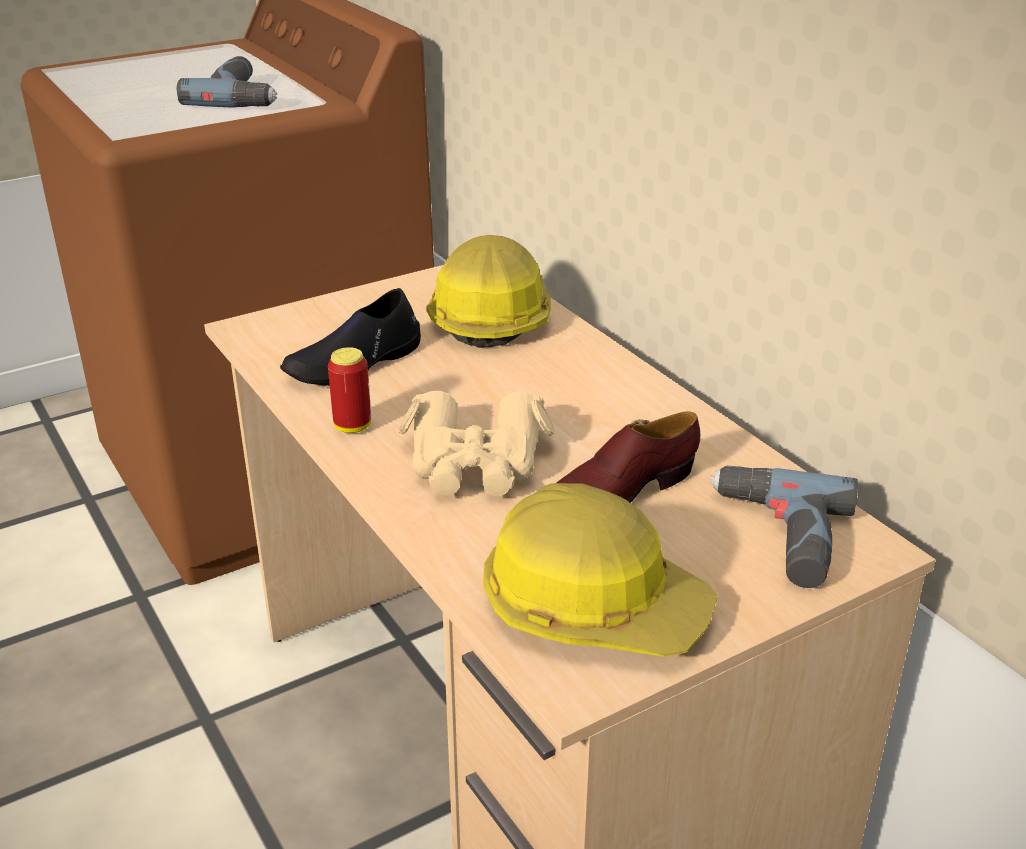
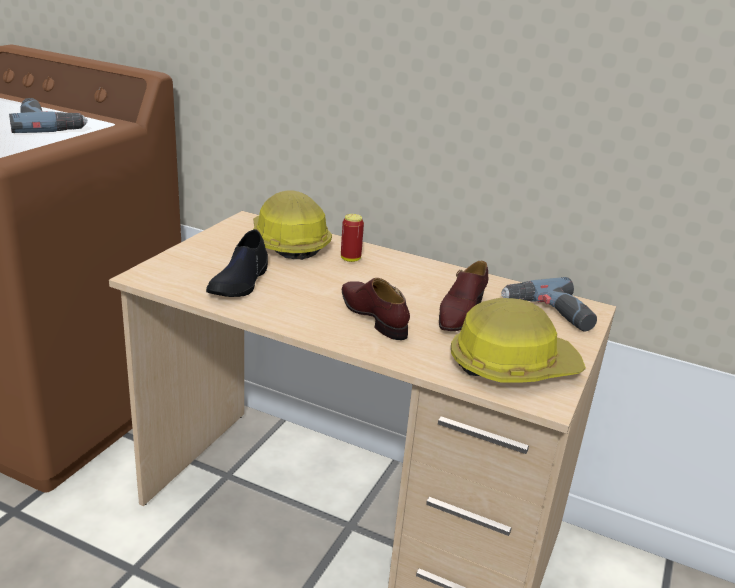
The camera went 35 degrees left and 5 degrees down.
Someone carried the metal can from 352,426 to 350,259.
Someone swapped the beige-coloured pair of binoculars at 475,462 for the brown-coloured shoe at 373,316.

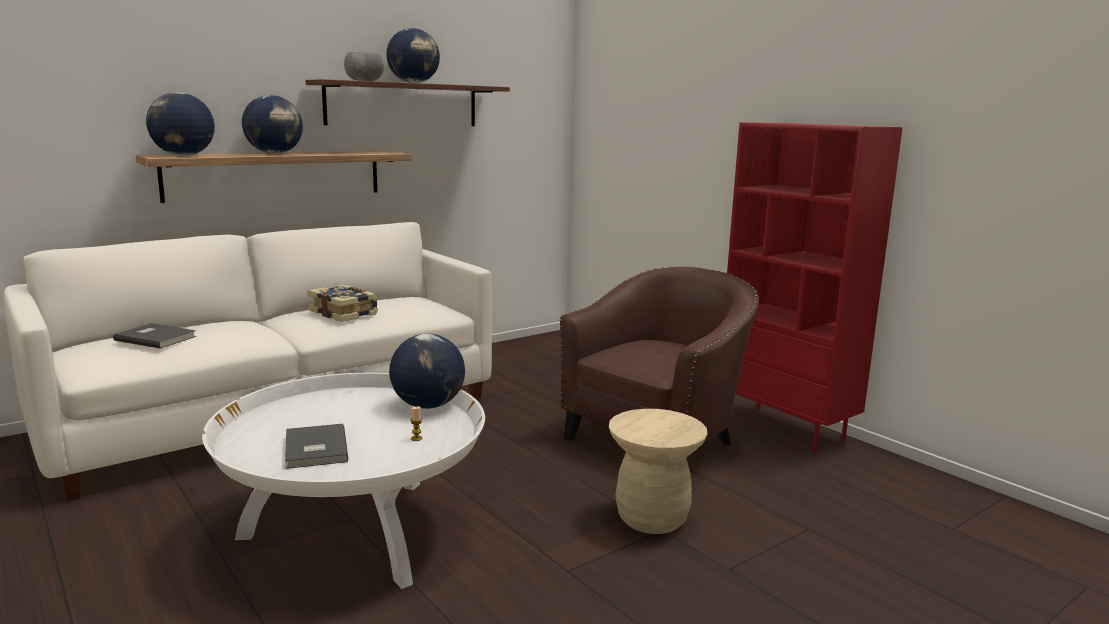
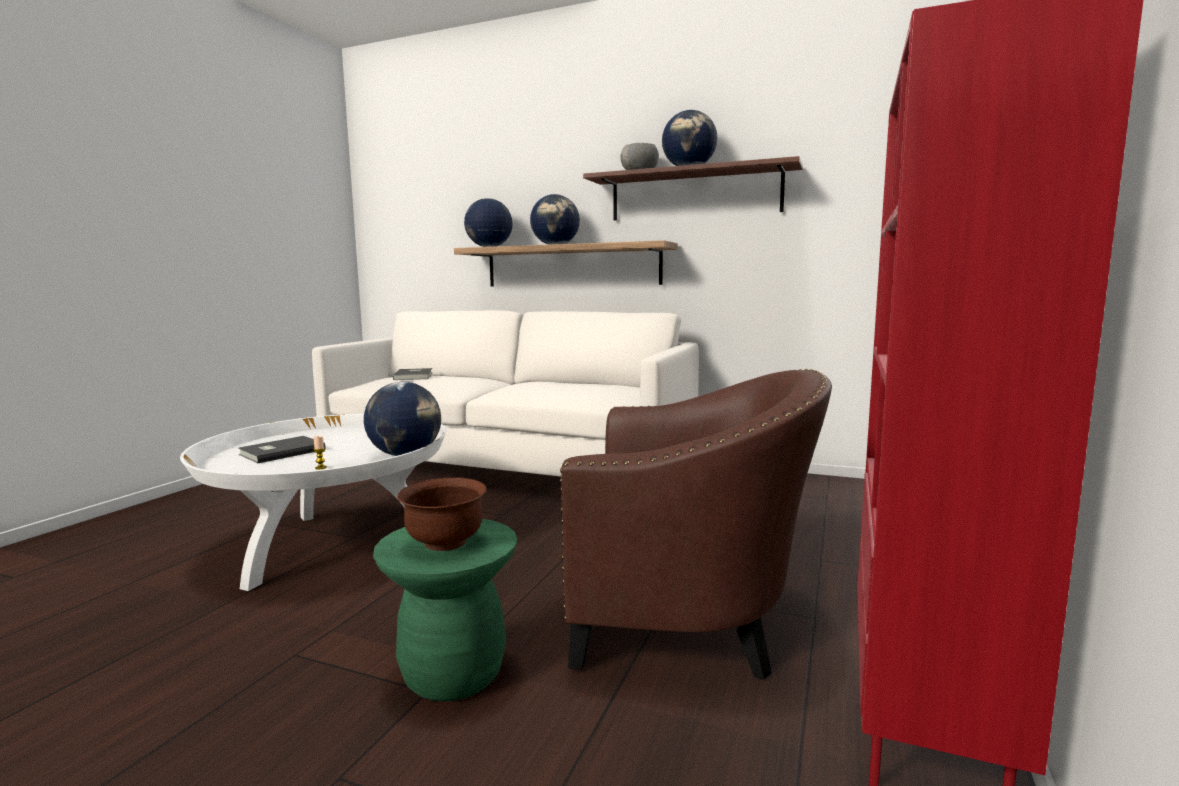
The camera went 60 degrees right and 5 degrees down.
Someone took away the bound book at 344,313.
Someone repainted the beige-coloured stool seat at 651,518, which became the green-coloured stool seat at 453,674.
Someone put down the brown-coloured bowl at 445,543.

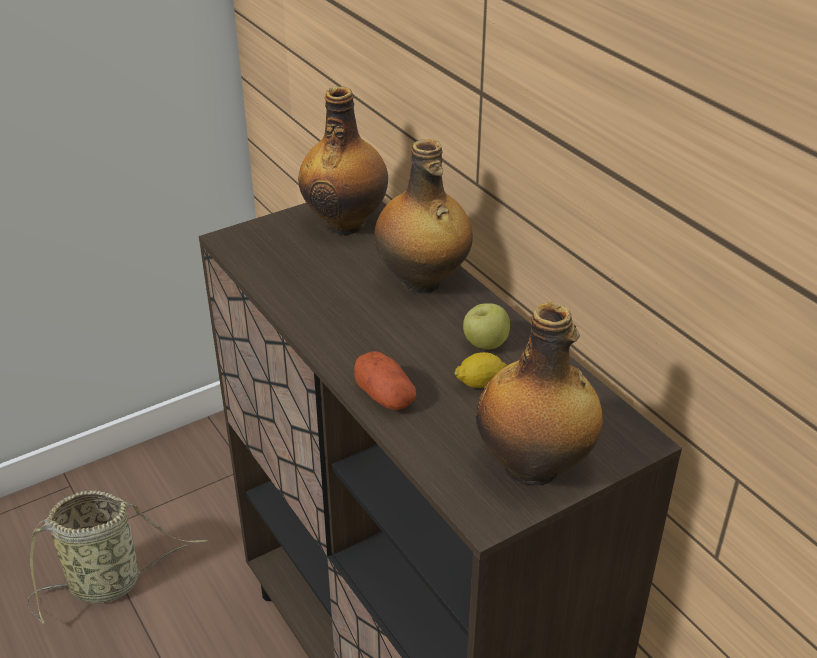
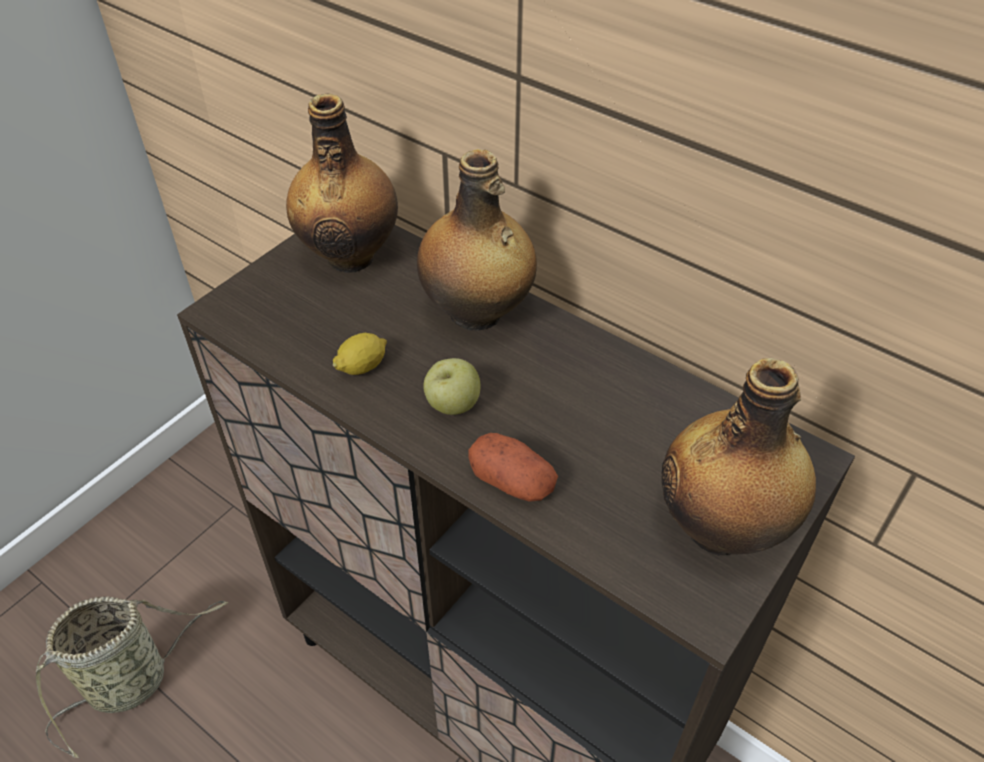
The camera went 20 degrees left and 10 degrees up.
Someone carried the apple from 485,344 to 453,405.
Someone carried the lemon from 480,383 to 363,366.

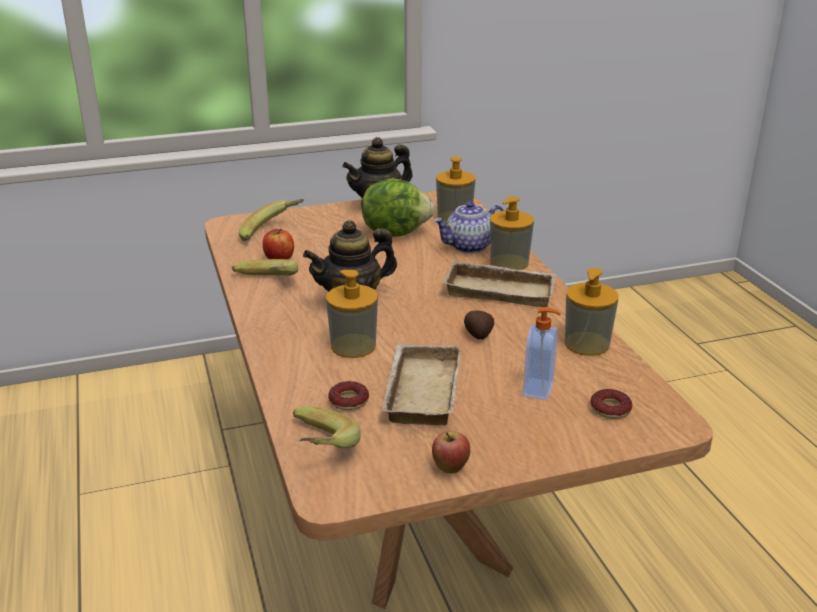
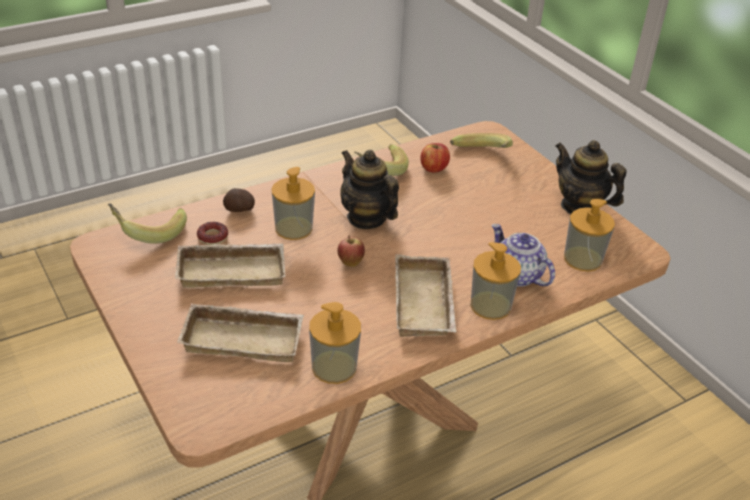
The camera went 75 degrees right and 10 degrees up.
Someone took away the lettuce head at 395,232.
Someone swapped the soap dispenser at 539,390 for the beige-coloured serving tray at 245,337.
Someone carried the potato from 478,335 to 239,210.
Someone took away the doughnut at 610,409.
Someone carried the apple from 450,469 to 350,263.

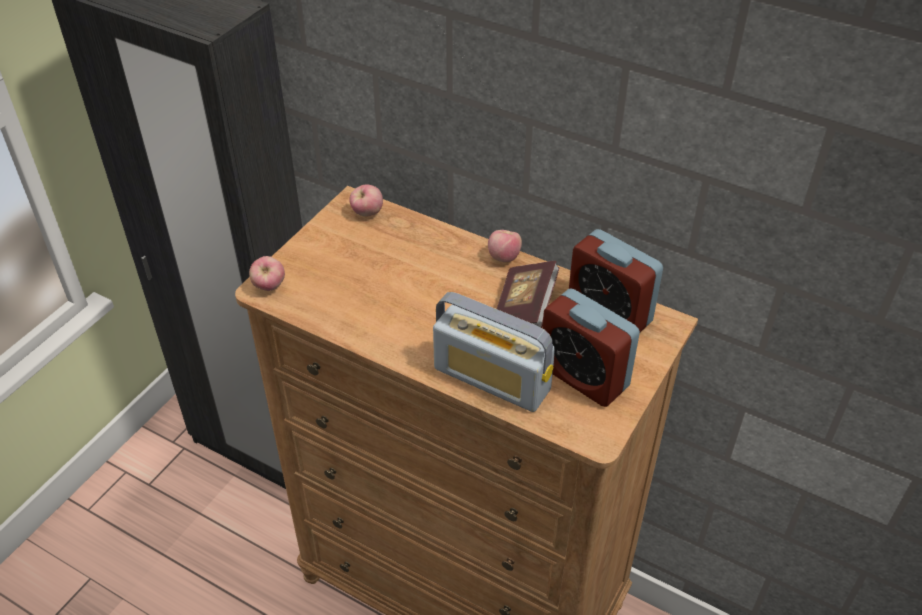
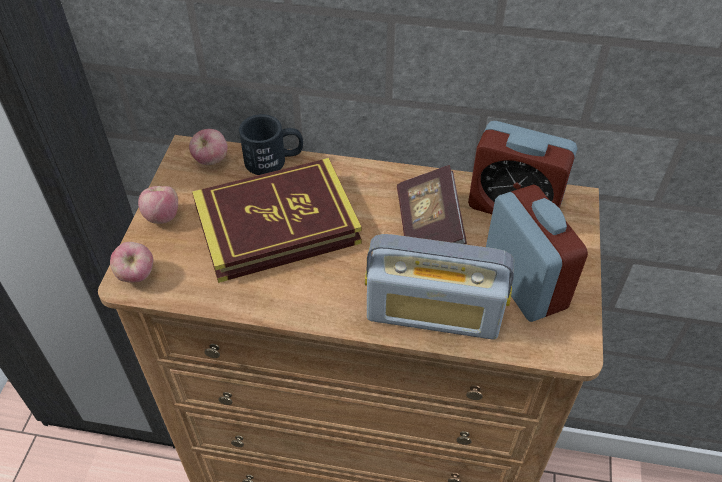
The camera went 20 degrees left and 5 degrees up.
Someone carried the apple from 504,257 to 162,216.
Someone rotated the bedside clock at 583,376 by 135 degrees counterclockwise.
Someone put down the black coffee mug at 274,160.
Someone put down the bound book at 277,225.

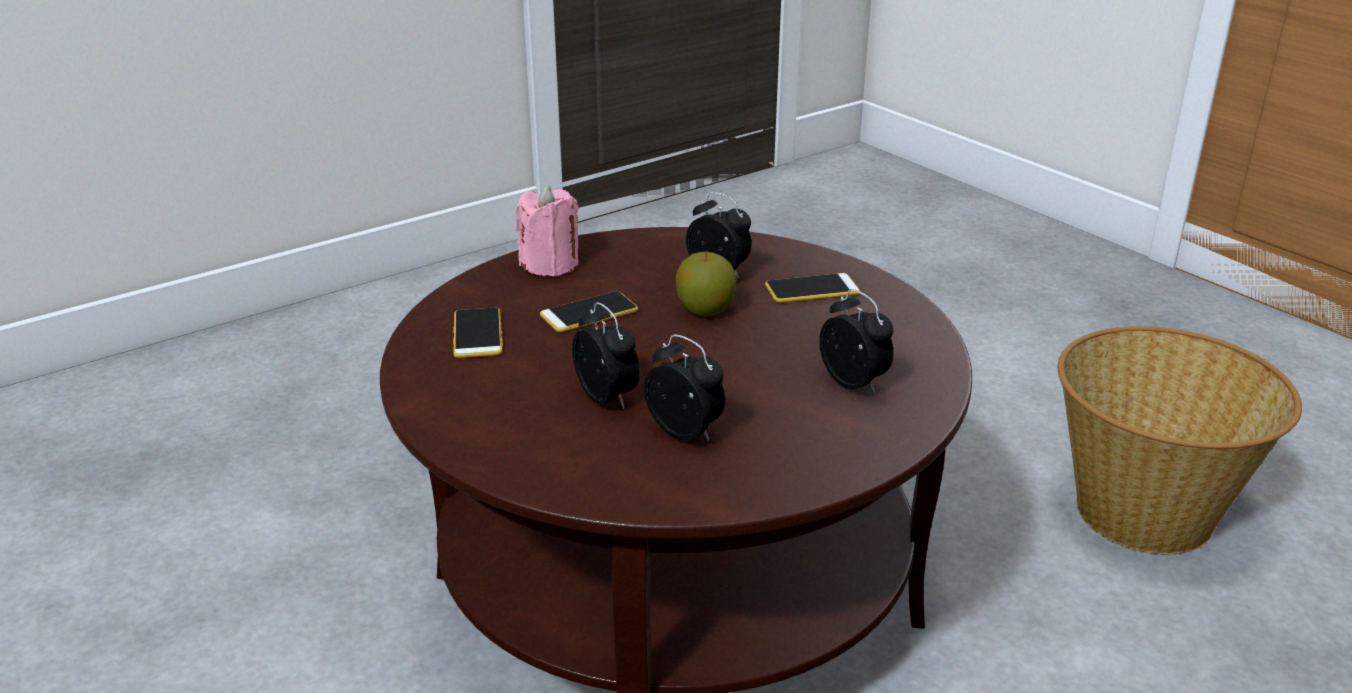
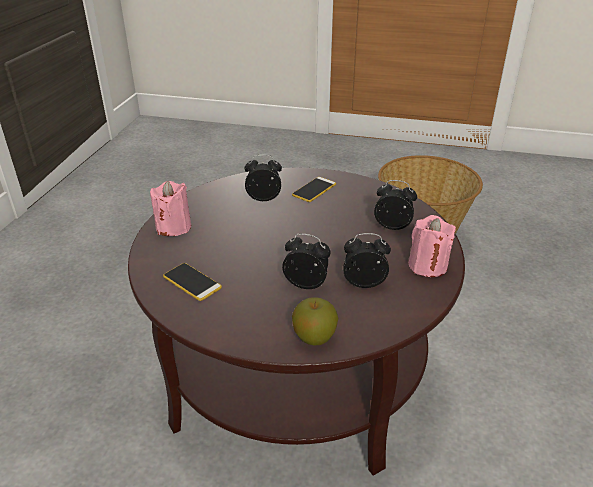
The camera went 40 degrees left and 5 degrees up.
Someone carried the apple from 705,310 to 314,337.
Someone took away the phone at 589,313.
Someone put down the pinkish wax candle at 428,266.

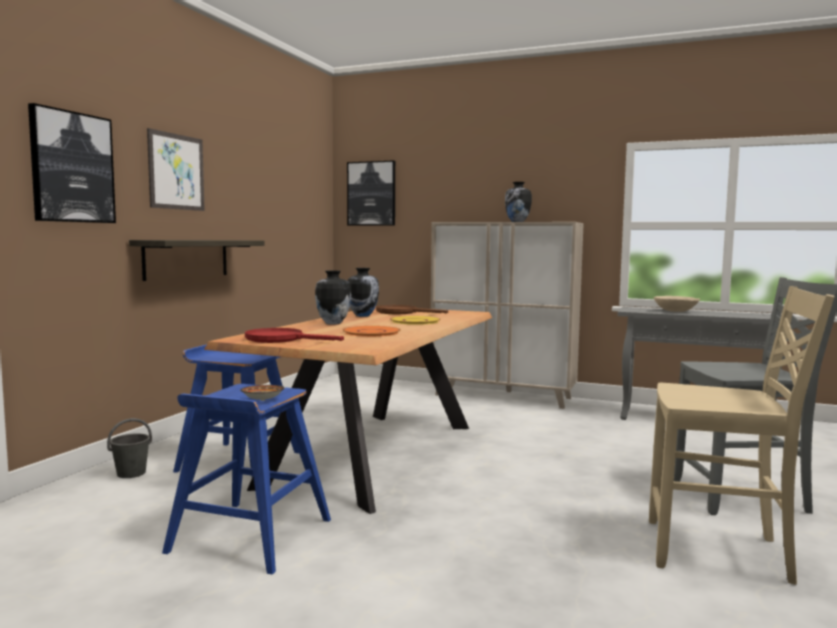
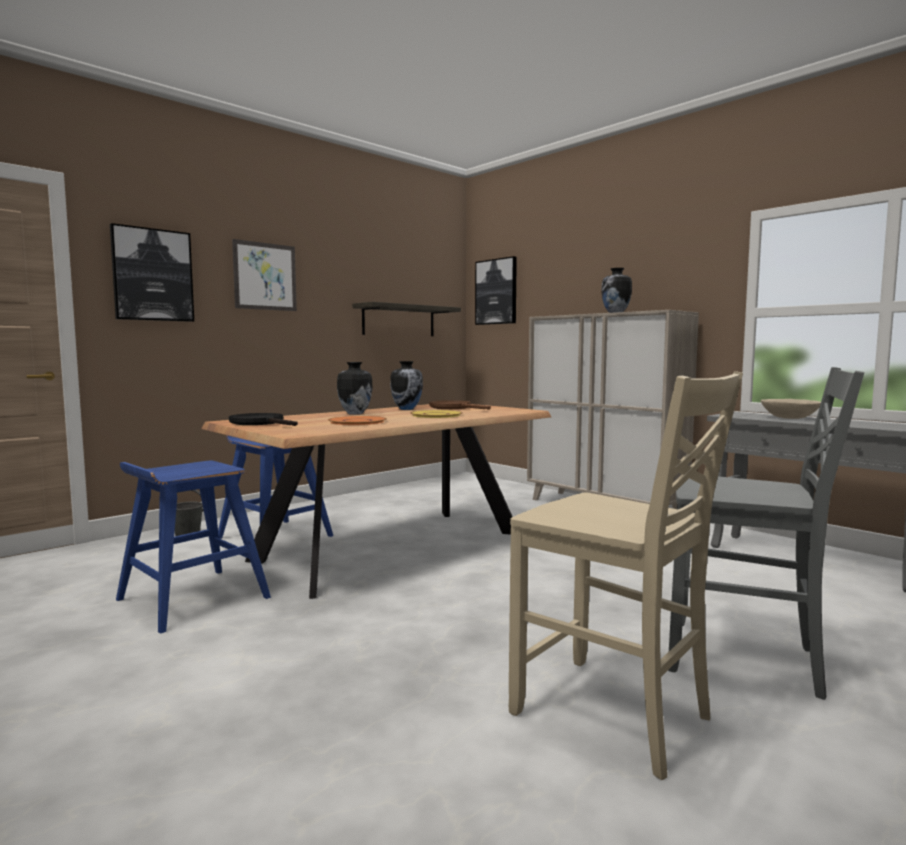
The camera went 25 degrees right and 0 degrees up.
Someone carried the wall shelf from 186,258 to 399,321.
Someone repainted the red pan at 282,339, which became the black pan at 261,423.
Someone took away the bowl at 263,400.

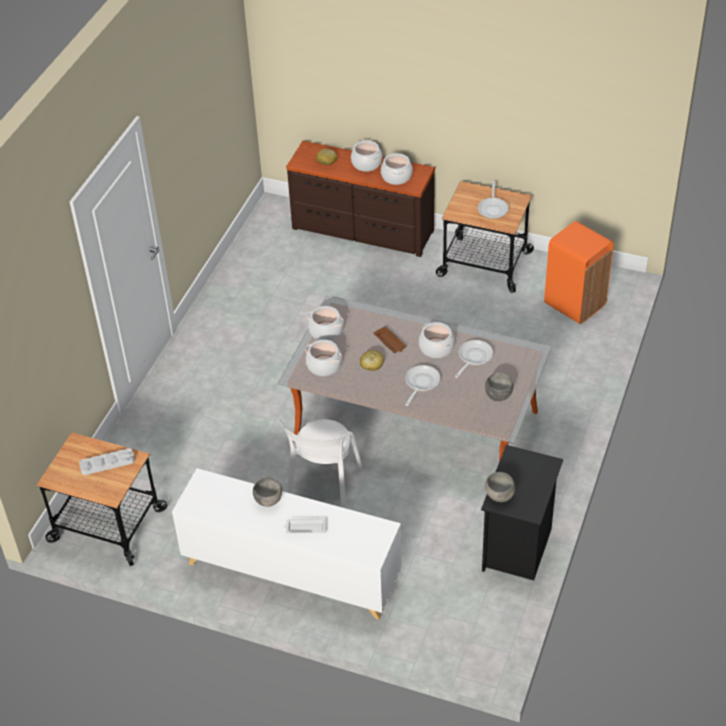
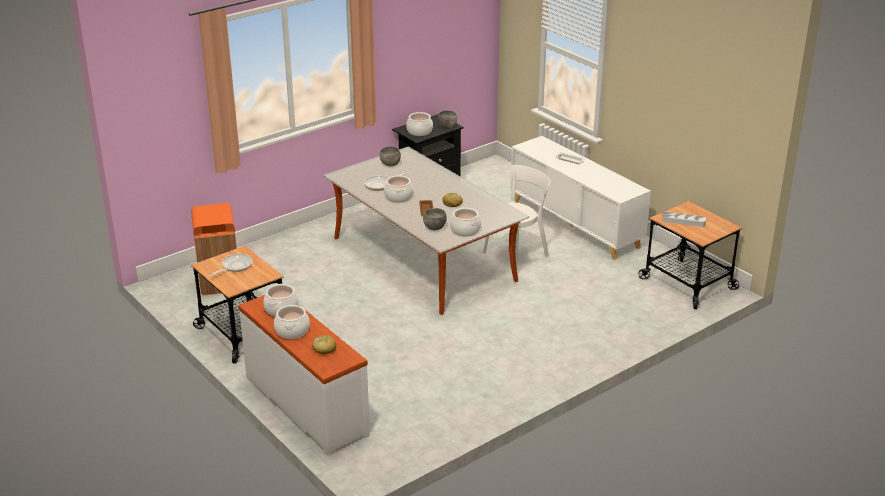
The camera went 150 degrees left and 15 degrees down.
Someone repainted the brown-coloured chest of drawers at 362,230, which became the whitish chest of drawers at 307,405.
Someone carried the saucepot from 324,365 to 419,131.
Someone took away the pan at 421,383.
Someone carried the grey bowl from 269,500 to 434,228.

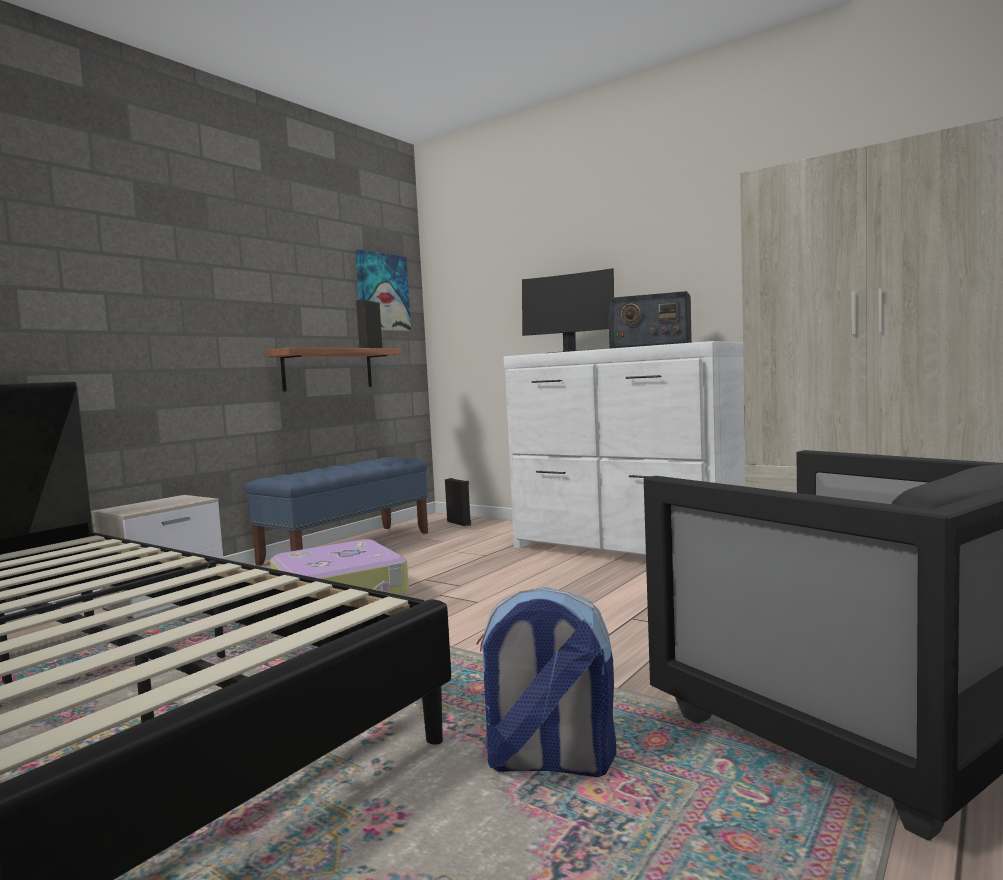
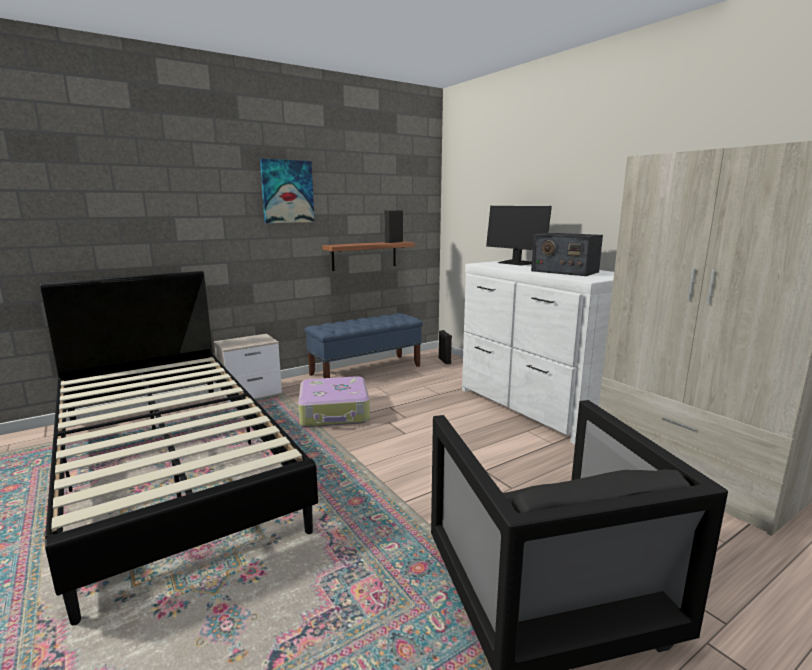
The camera went 20 degrees right and 10 degrees up.
Someone carried the picture from 382,292 to 287,191.
Someone took away the rucksack at 548,763.

